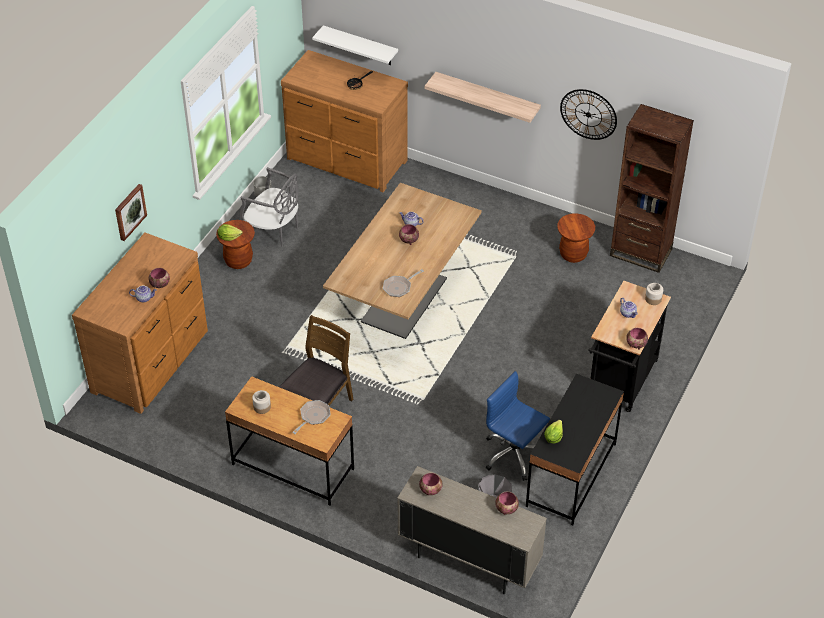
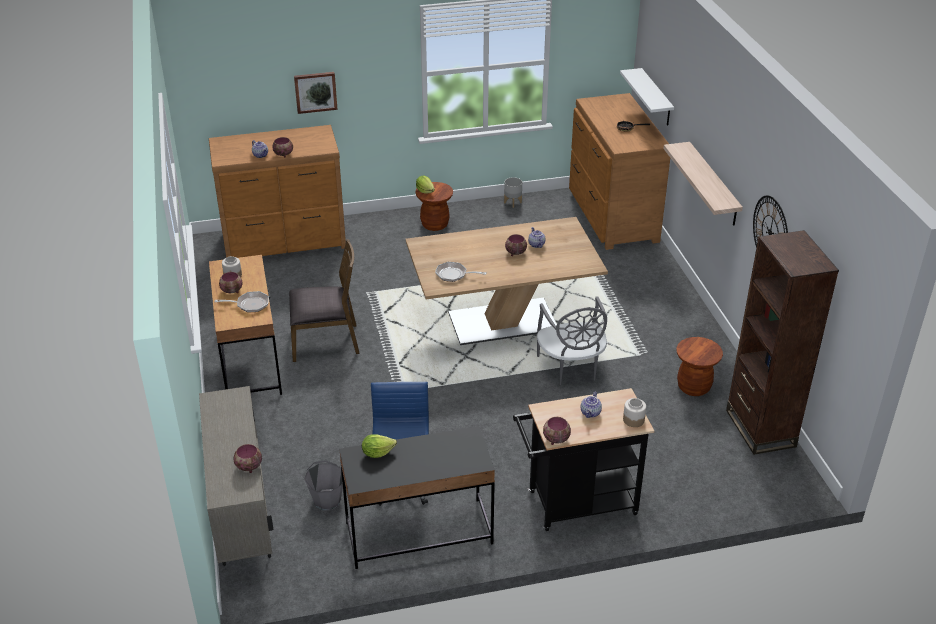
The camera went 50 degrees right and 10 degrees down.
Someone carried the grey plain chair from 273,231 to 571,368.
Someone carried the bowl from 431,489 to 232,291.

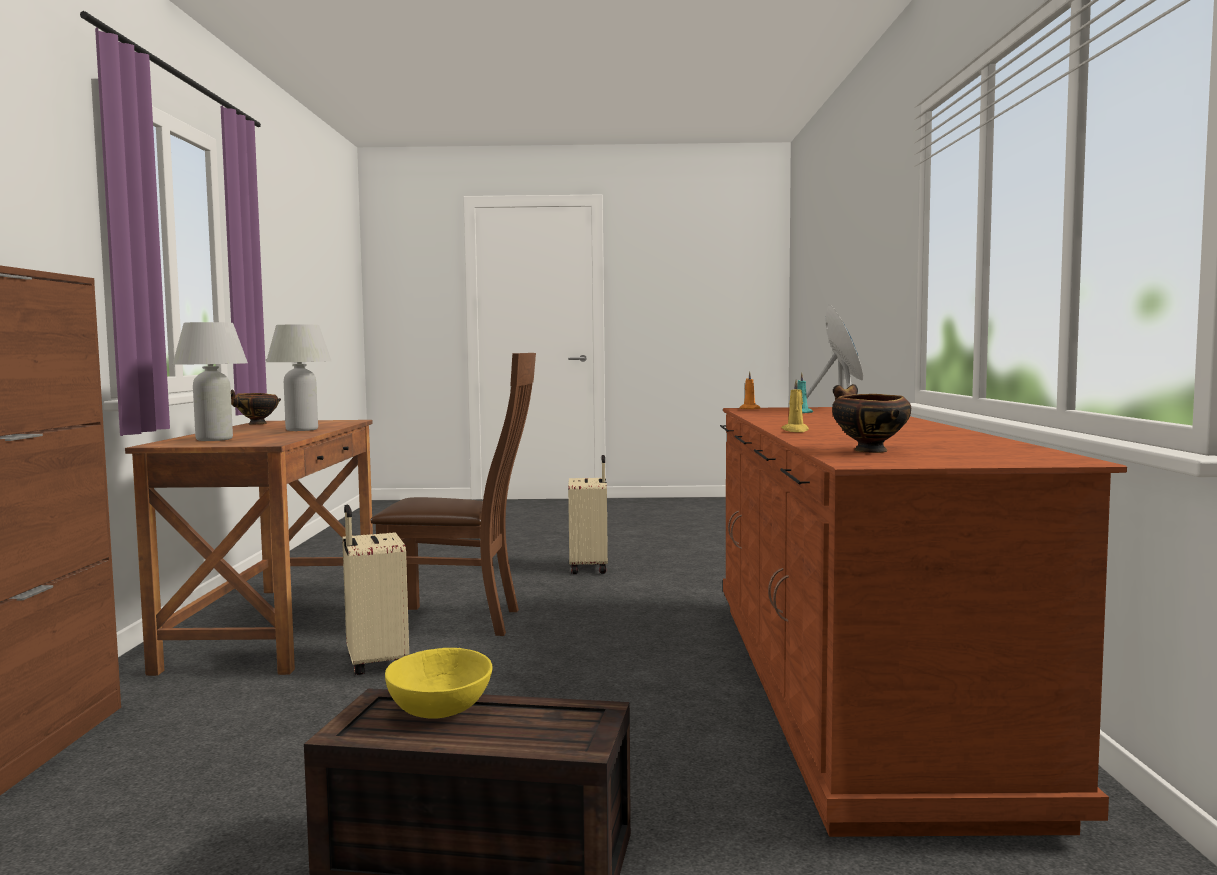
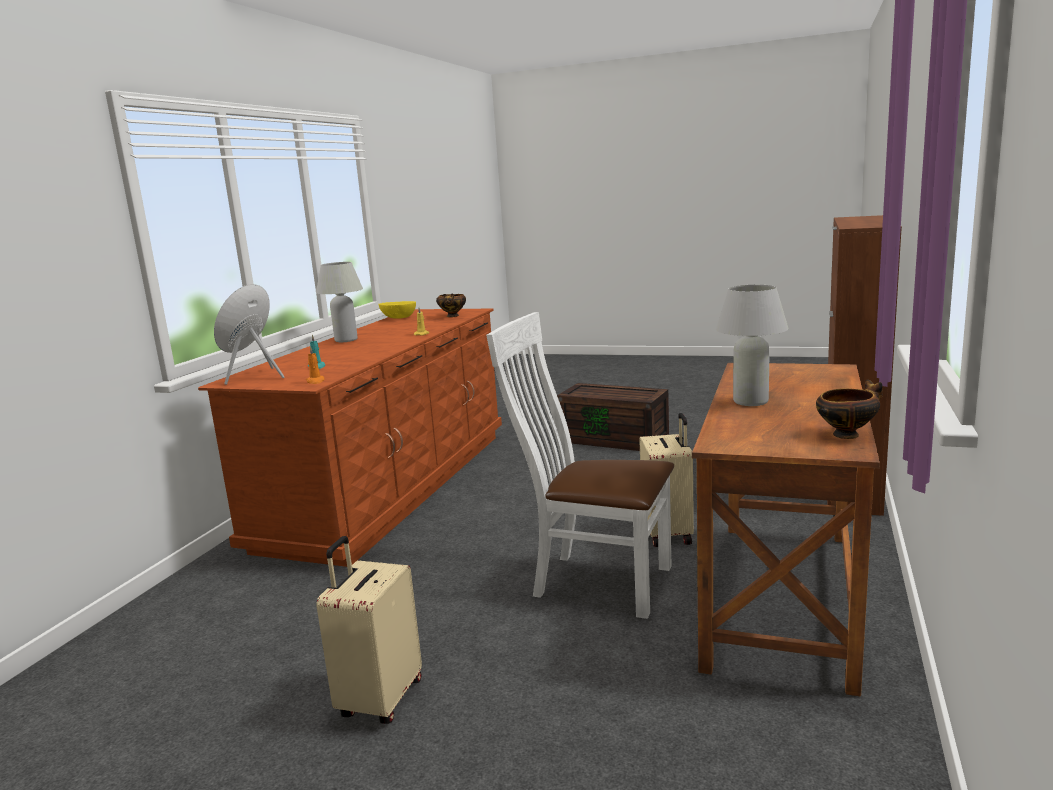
The camera went 160 degrees left and 10 degrees up.
Someone carried the whitish lamp for a table from 214,439 to 346,340.
Someone repainted the brown-coloured plain chair at 462,622, which became the whitish plain chair at 594,581.
Someone carried the yellow-coloured bowl from 439,709 to 399,318.

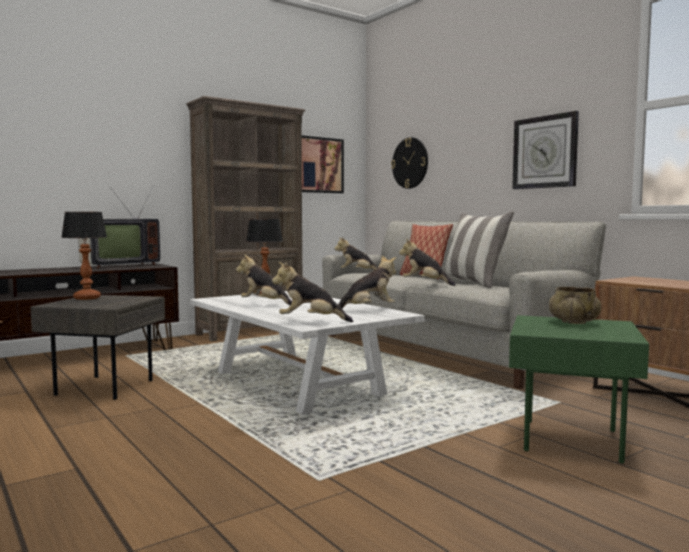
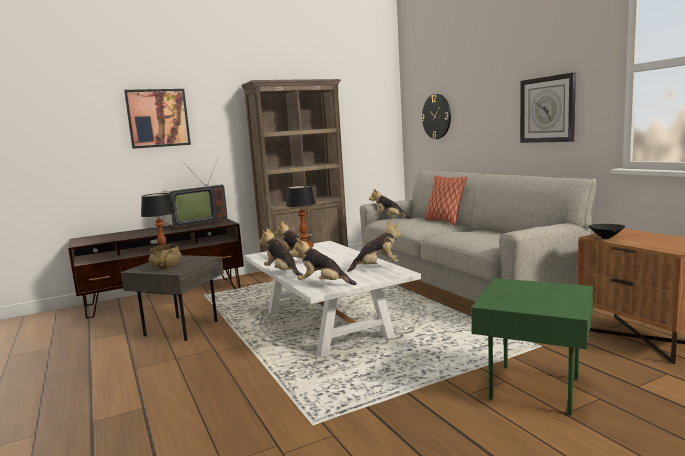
The camera went 10 degrees right and 5 degrees up.
Someone carried the picture from 319,165 to 158,118.
Someone took away the pillow at 474,283.
Someone carried the plush toy from 425,283 to 282,272.
Someone carried the beige-coloured bowl from 574,322 to 166,267.
Someone put down the black bowl at 606,238.

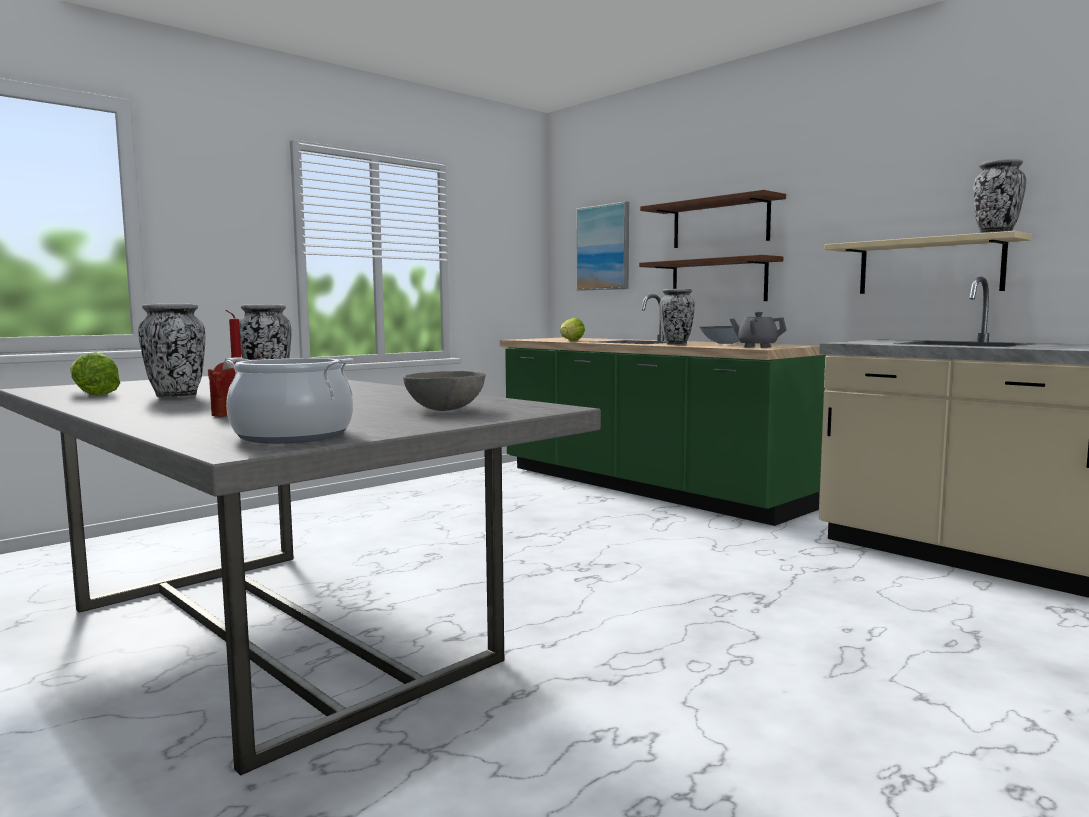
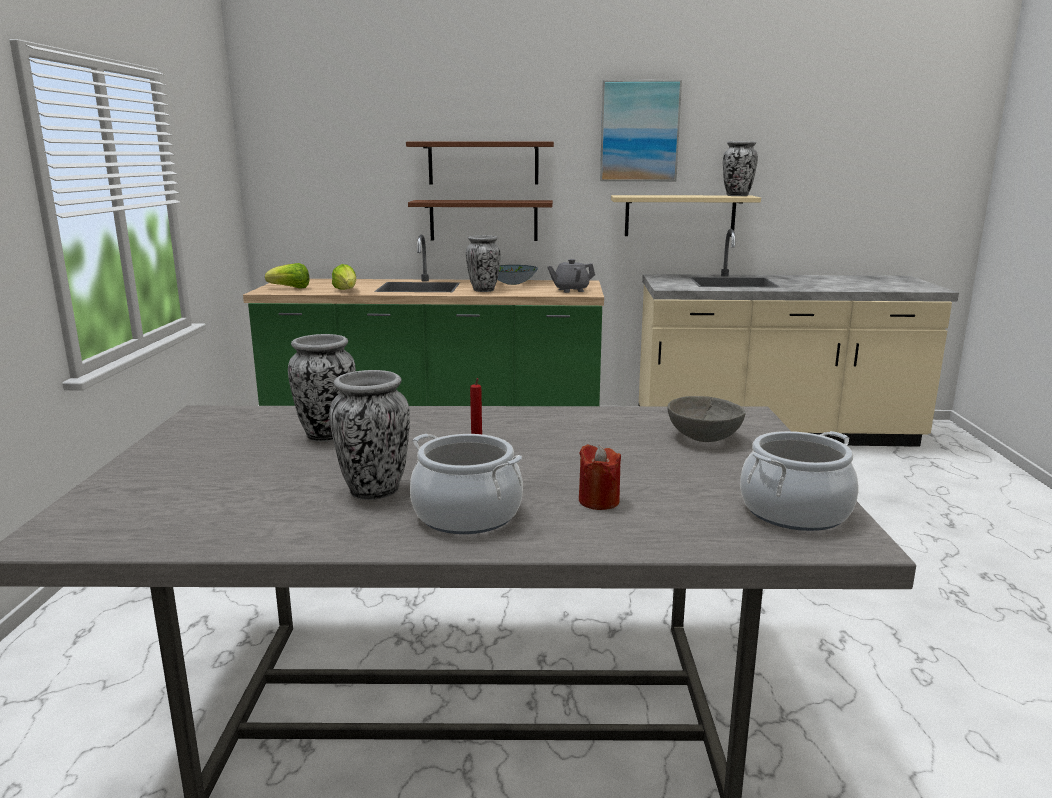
The camera went 45 degrees left and 10 degrees up.
Someone carried the picture from 603,247 to 639,131.
Someone carried the lettuce head from 92,394 to 290,288.
Someone put down the saucepot at 467,514.

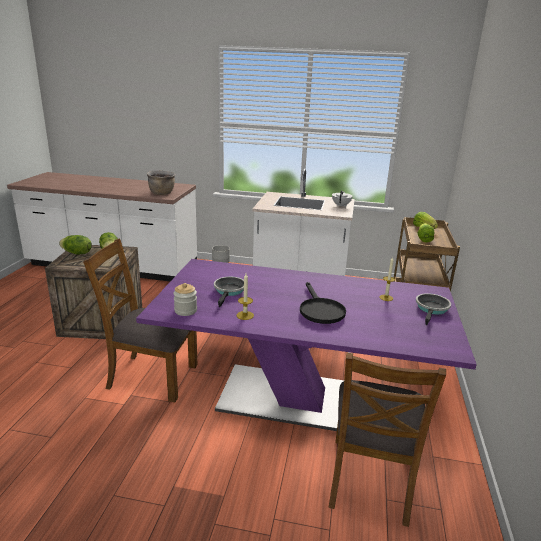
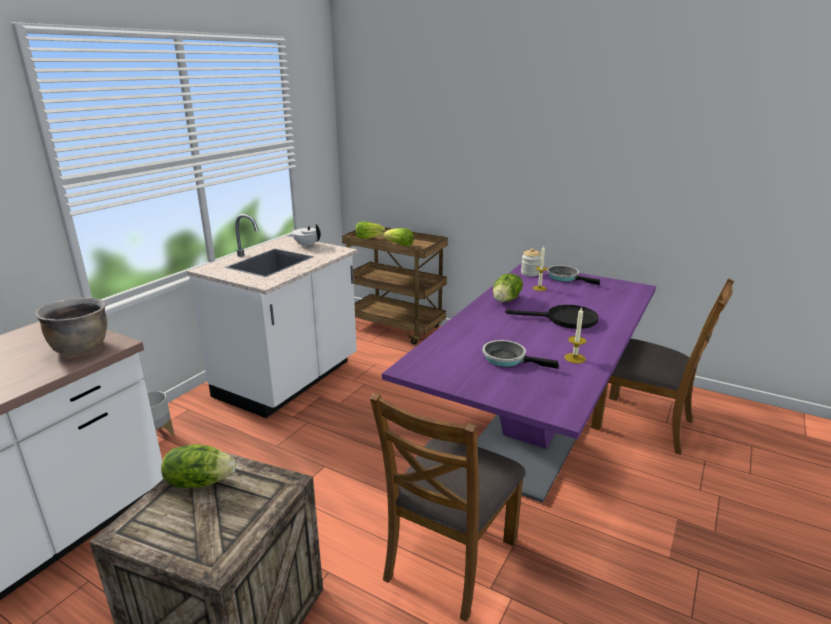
The camera went 70 degrees left and 0 degrees up.
Someone carried the lettuce head from 77,253 to 506,300.
Someone carried the storage jar from 185,311 to 530,273.

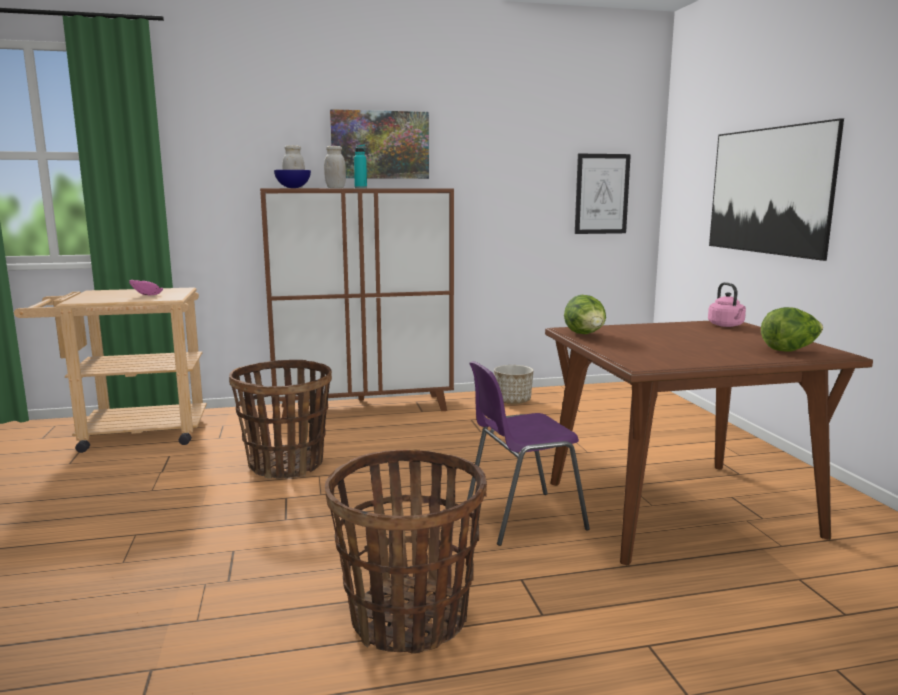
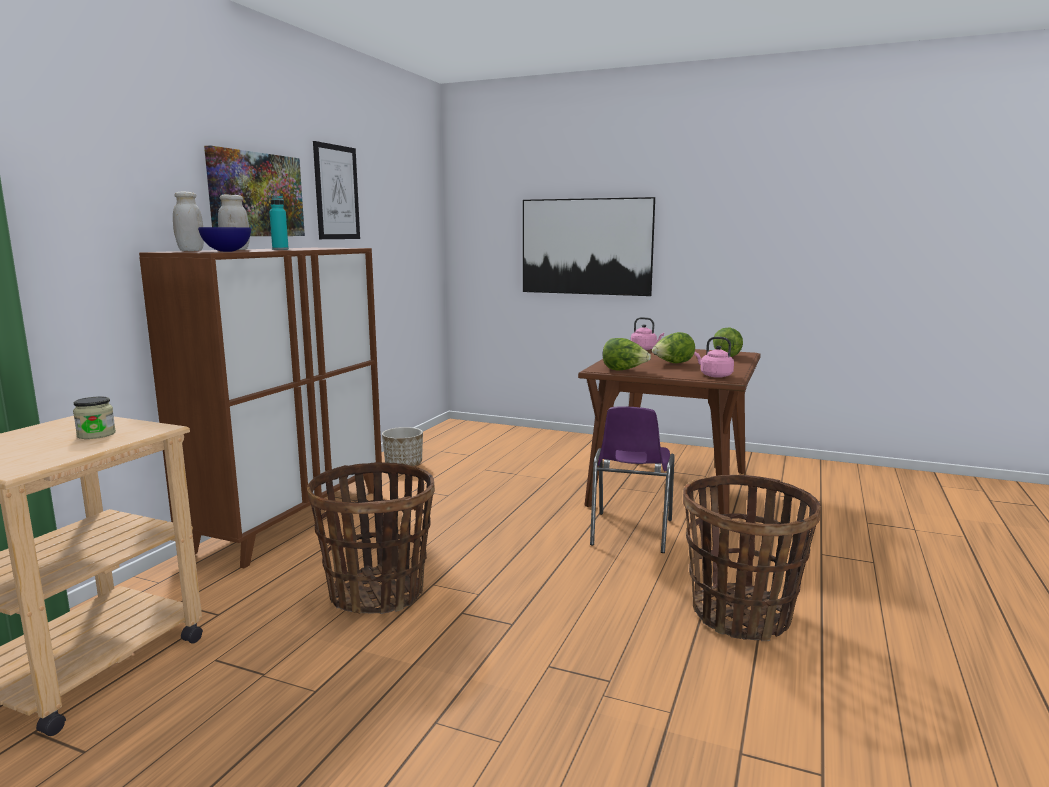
The camera went 55 degrees left and 0 degrees up.
Someone carried the picture from 602,194 to 336,192.
Someone swapped the pinkish bowl at 148,296 for the storage jar at 96,434.
Someone put down the lettuce head at 673,363.
Someone put down the pinkish kettle at 714,375.

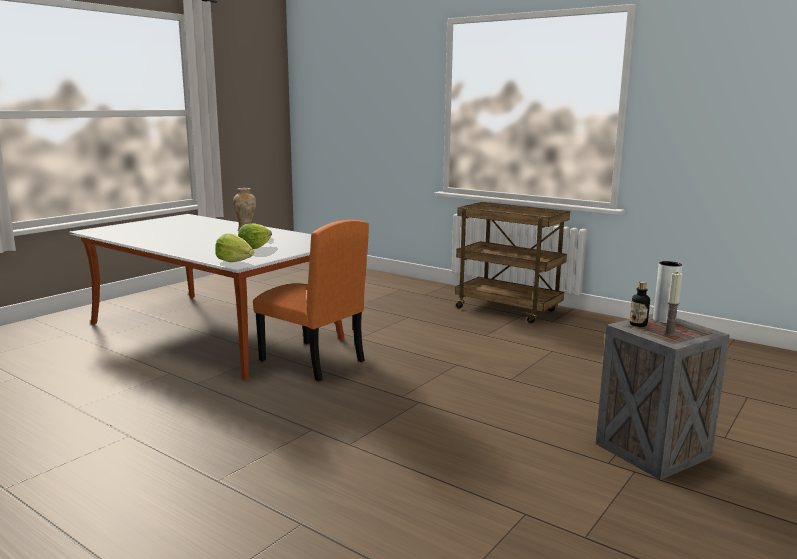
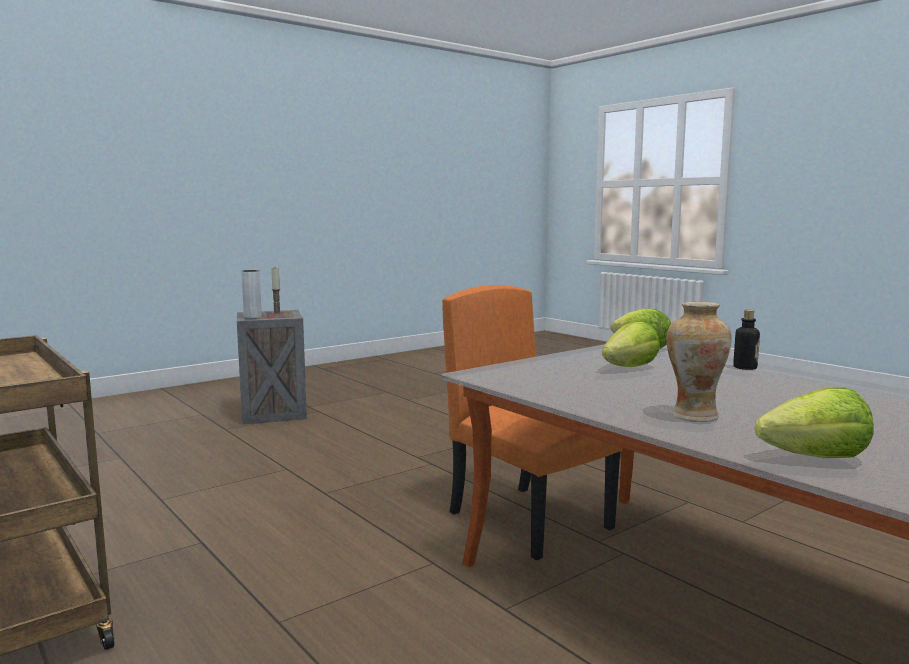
The camera went 165 degrees left and 5 degrees down.
Someone carried the drink bottle from 638,324 to 745,367.
Someone put down the lettuce head at 816,458.

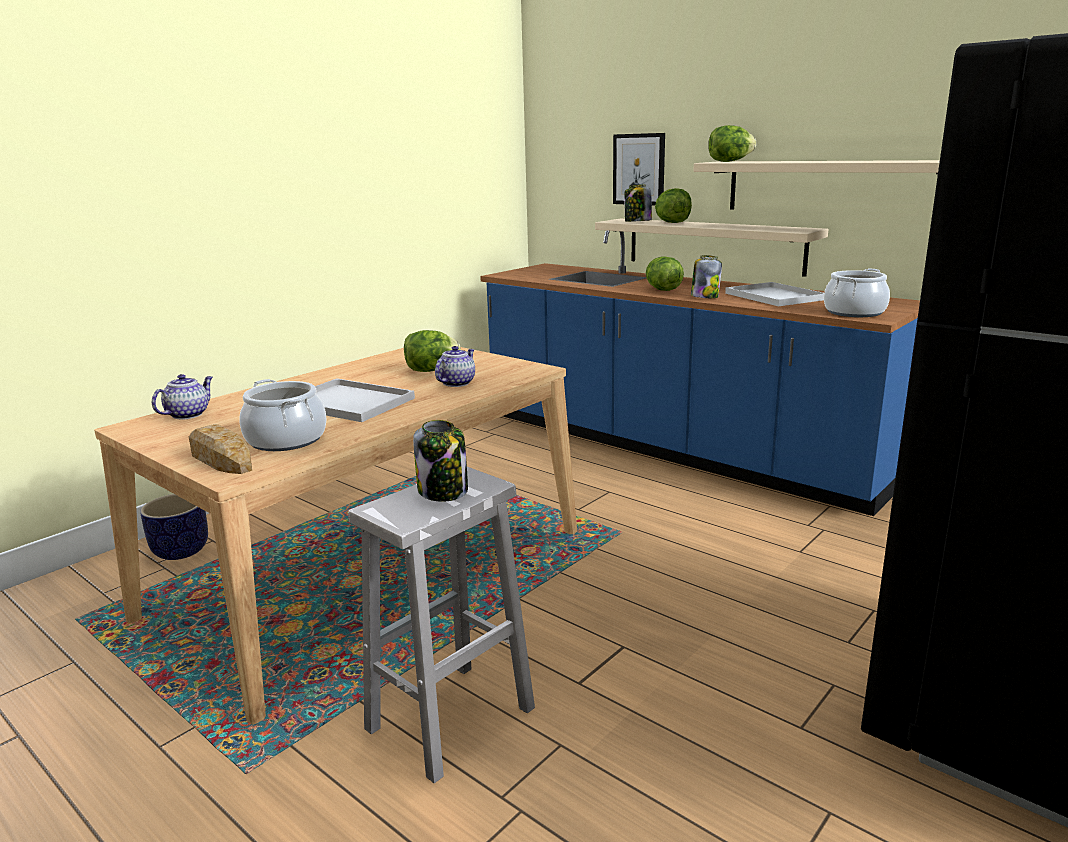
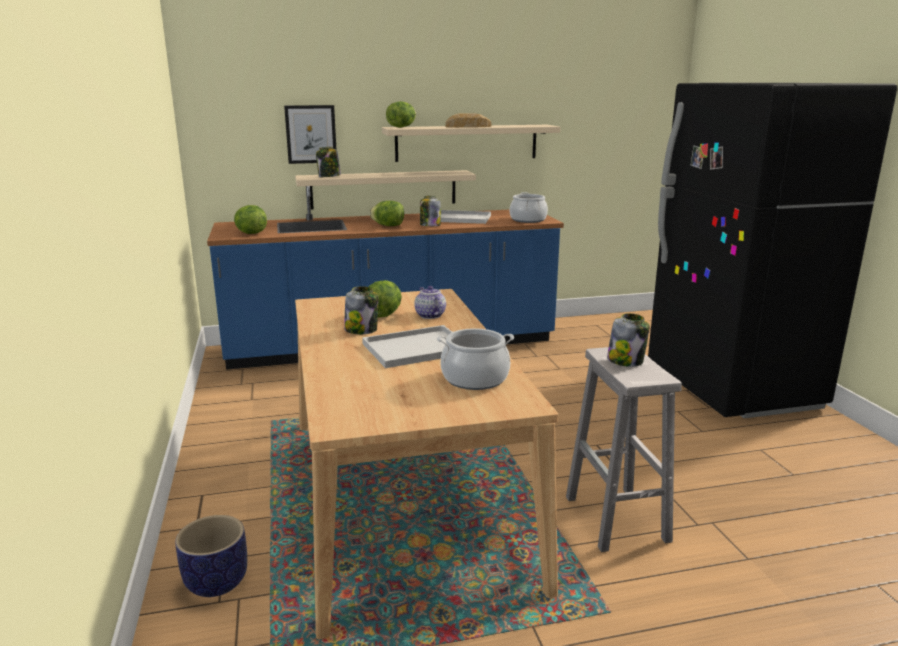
The camera went 55 degrees left and 0 degrees up.
Someone carried the lettuce head from 672,222 to 250,233.
Someone took away the pot for tea at 188,414.
Someone carried the baked bread from 221,459 to 468,127.
Someone put down the storage jar at 361,330.

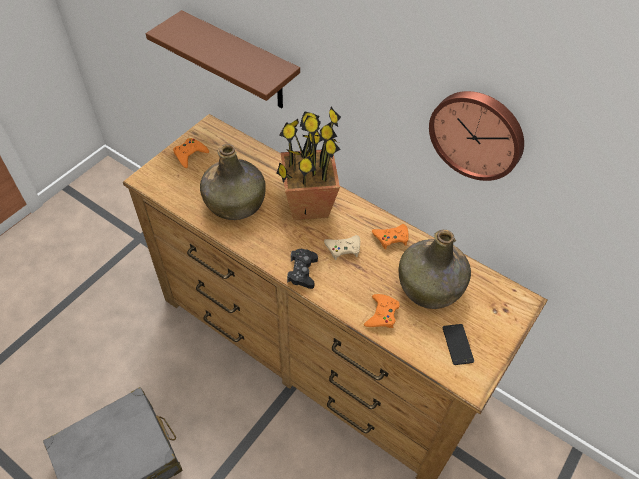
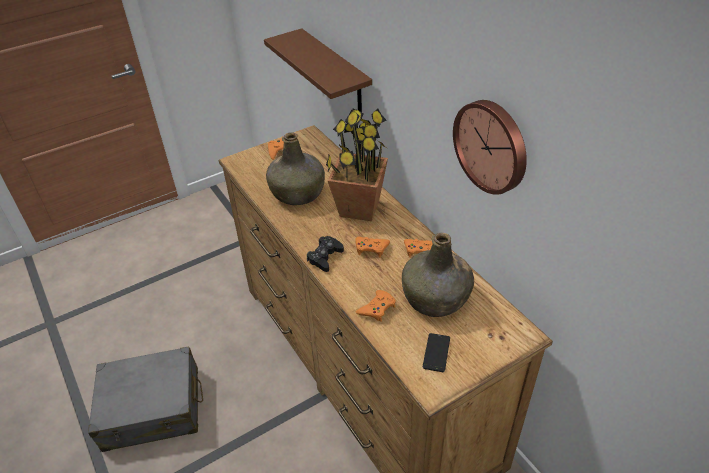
The camera went 25 degrees right and 10 degrees down.
Someone repainted the beige-coloured game controller at 343,249, which became the orange-coloured game controller at 371,248.

